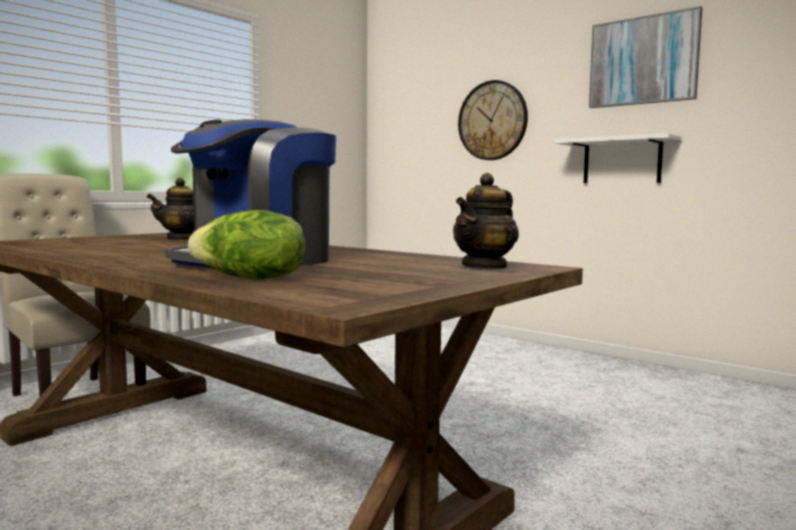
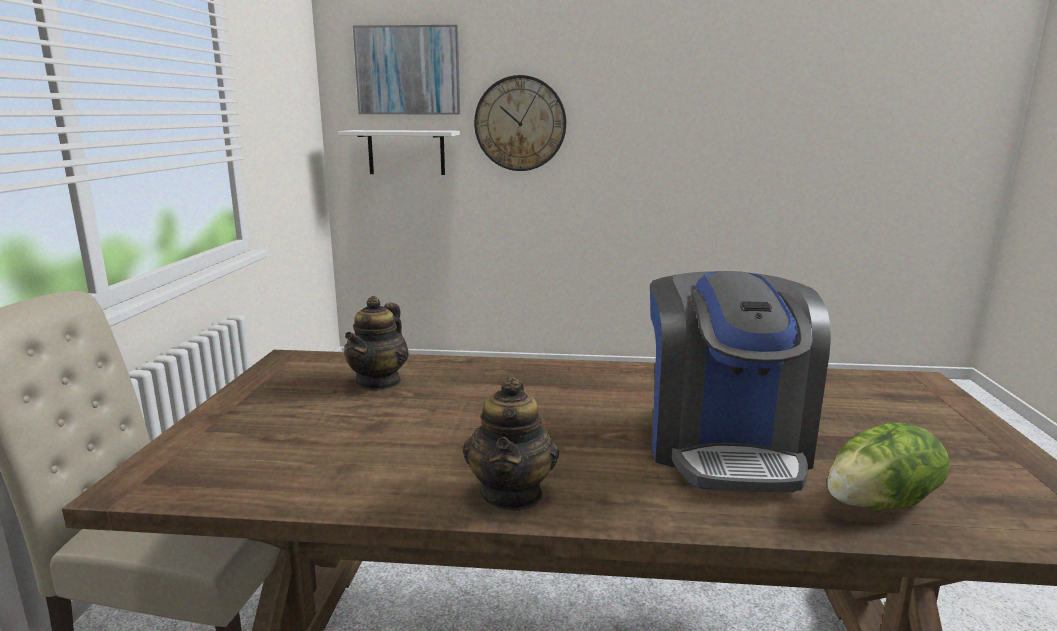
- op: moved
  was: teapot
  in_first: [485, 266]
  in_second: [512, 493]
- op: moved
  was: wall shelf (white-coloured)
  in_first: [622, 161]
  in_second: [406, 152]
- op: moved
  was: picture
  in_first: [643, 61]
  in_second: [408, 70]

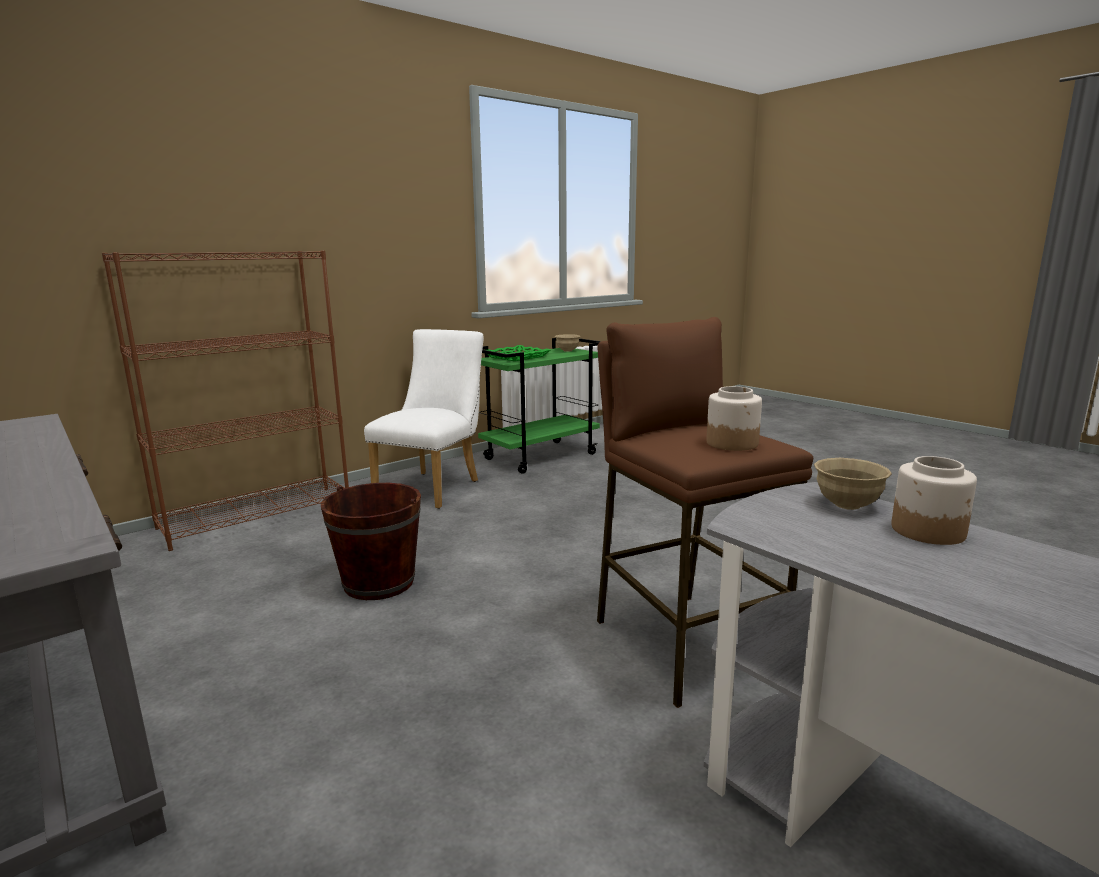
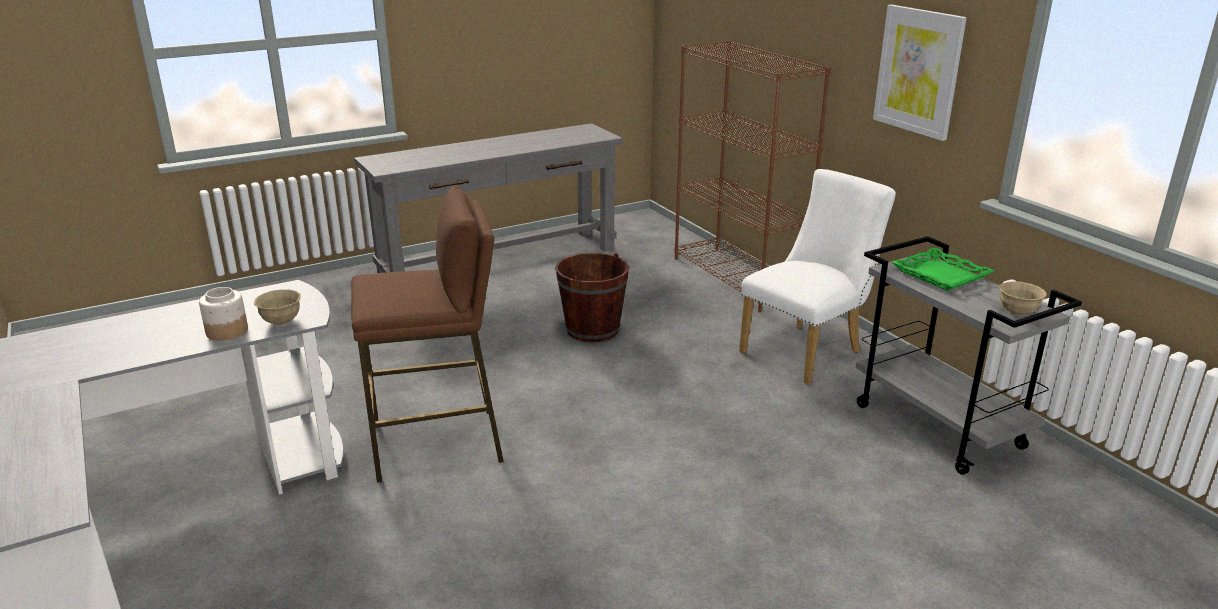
- op: turned
  was: chair (white-coloured)
  in_first: [434, 487]
  in_second: [807, 351]
  clockwise: -75
- op: recoloured
  was: wheeled cart (green-coloured)
  now: wheeled cart (grey)
  in_first: [541, 456]
  in_second: [940, 427]
- op: removed
  was: preserve jar
  in_first: [732, 443]
- op: added
  now: picture
  in_second: [918, 71]

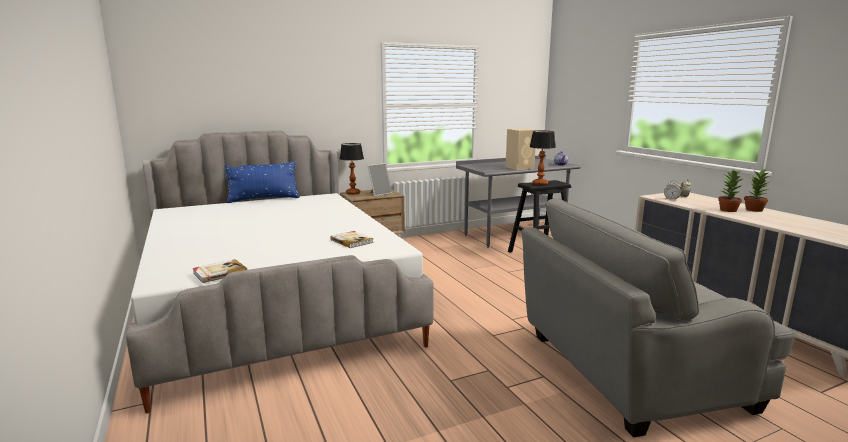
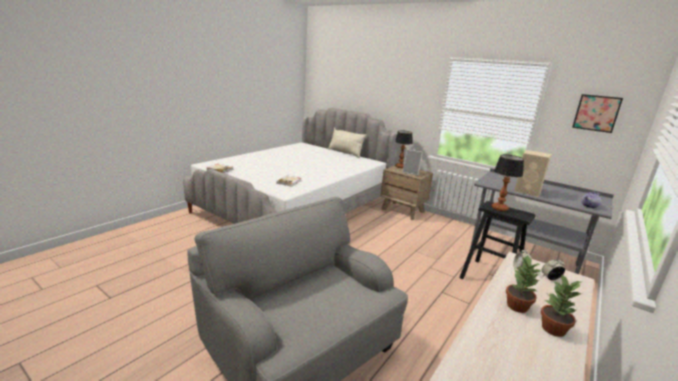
- op: recoloured
  was: cushion (blue)
  now: cushion (sand-coloured)
  in_first: [264, 199]
  in_second: [345, 153]
- op: added
  now: picture
  in_second: [596, 113]

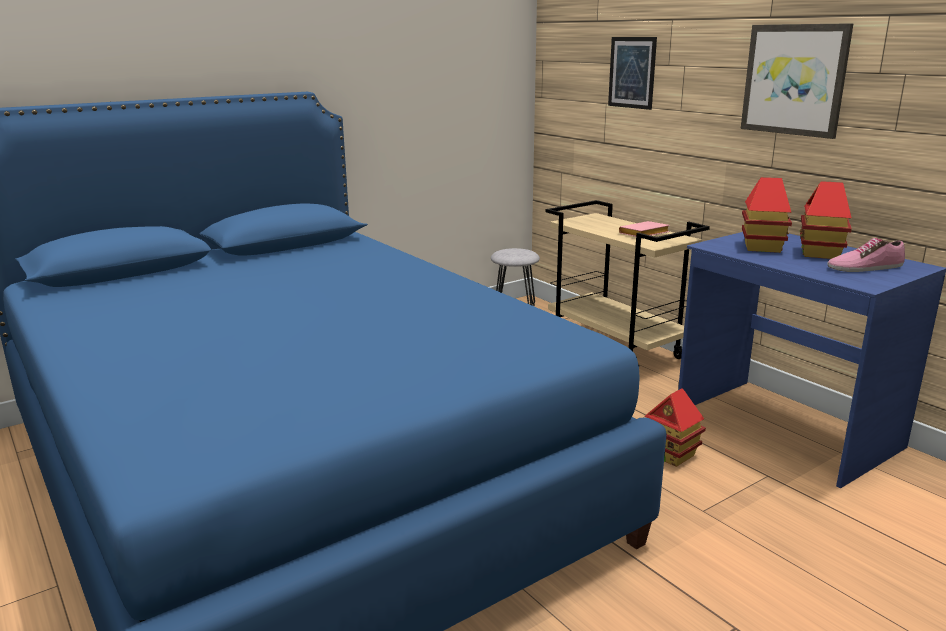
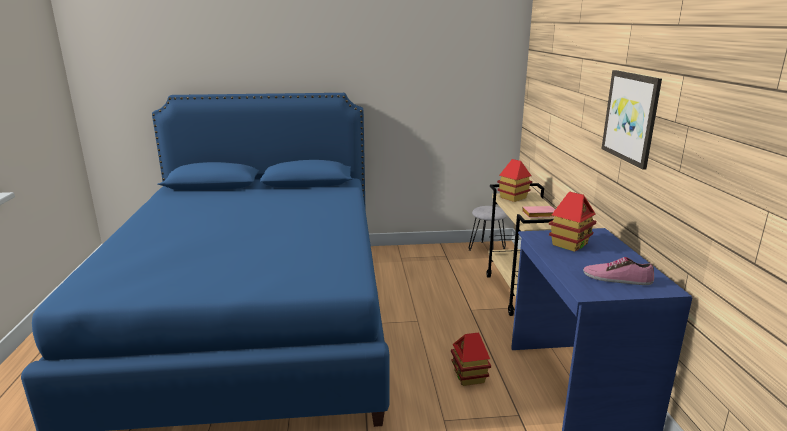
- op: removed
  was: picture
  in_first: [632, 72]
- op: moved
  was: toy house
  in_first: [820, 253]
  in_second: [513, 197]

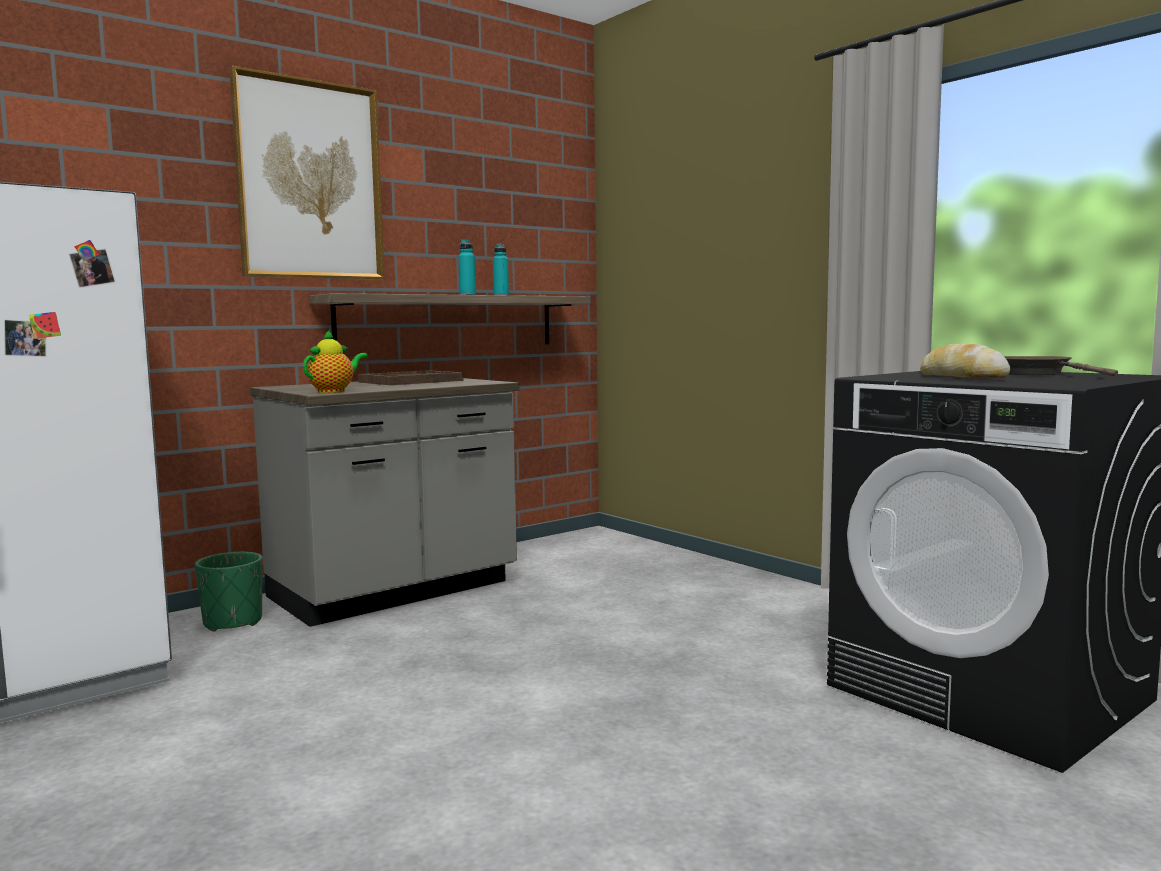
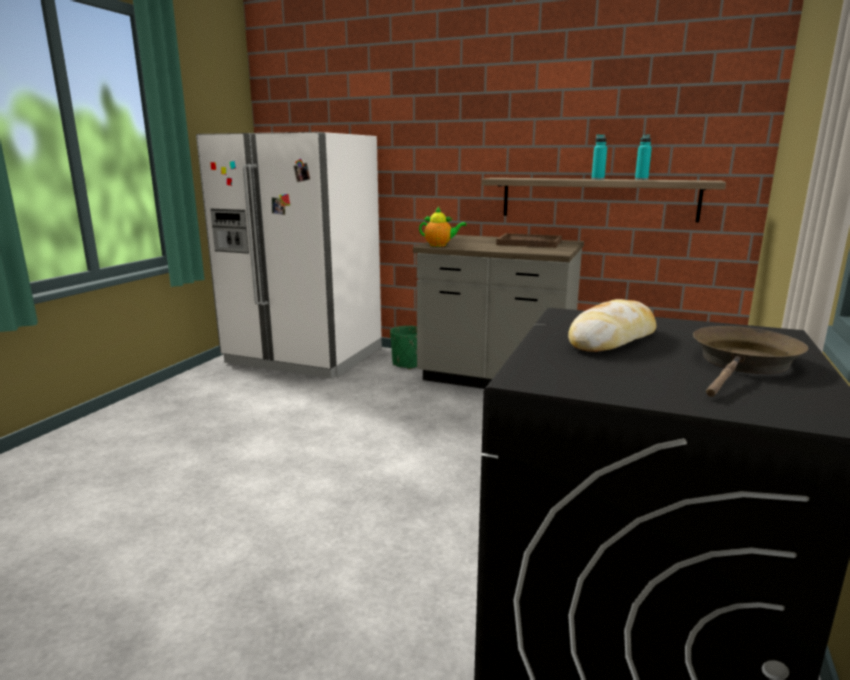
- op: removed
  was: picture
  in_first: [310, 180]

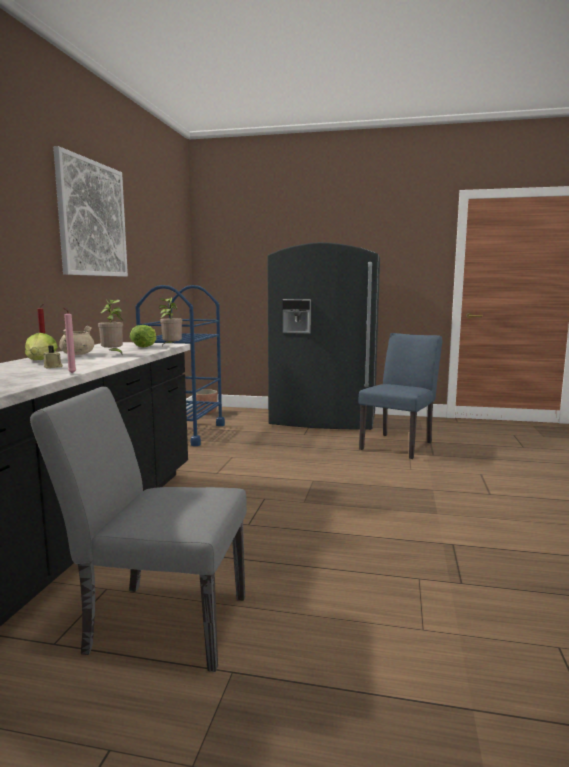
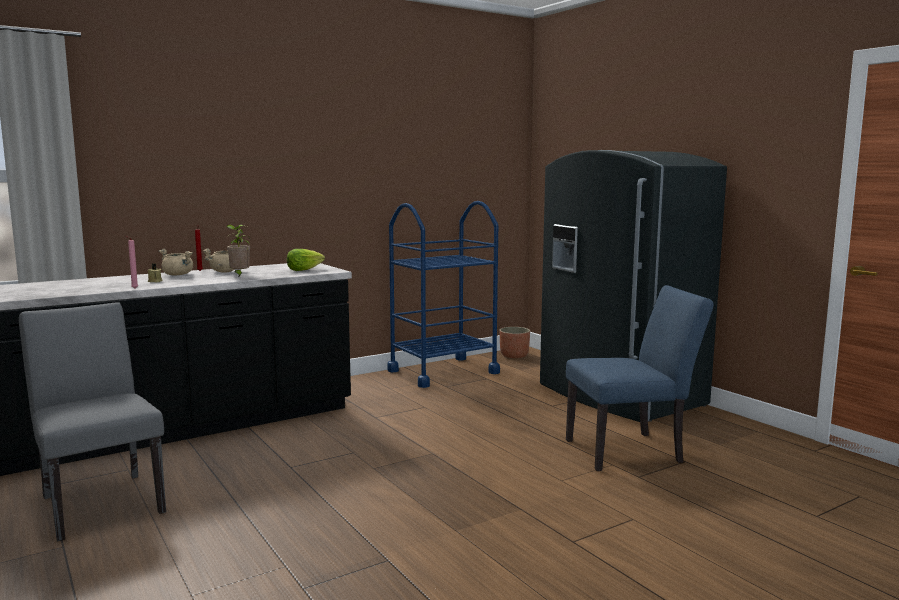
- op: replaced
  was: lettuce
  now: cooking pot (sand-coloured)
  in_first: [41, 361]
  in_second: [178, 275]
- op: removed
  was: picture
  in_first: [92, 219]
- op: removed
  was: houseplant
  in_first: [171, 347]

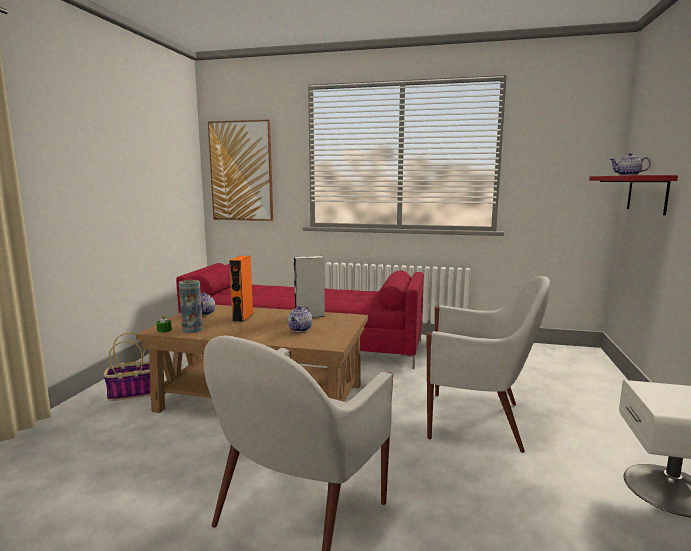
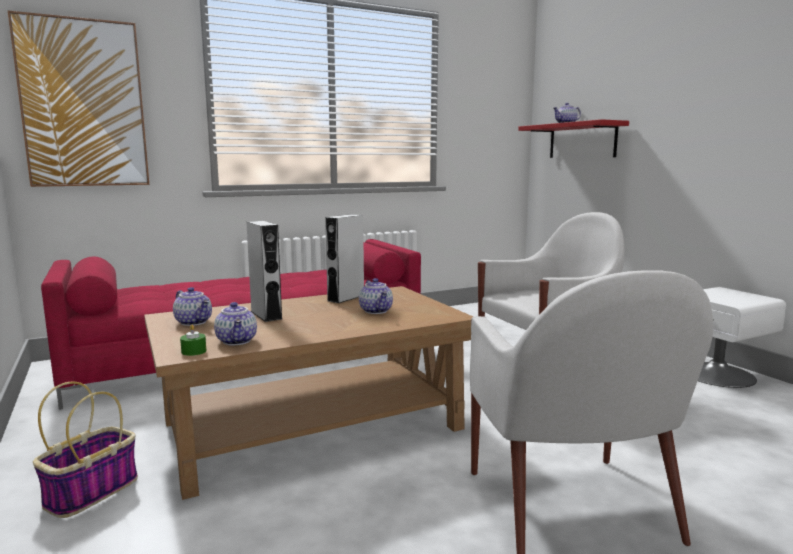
- op: replaced
  was: flower vase
  now: teapot
  in_first: [192, 329]
  in_second: [237, 341]
- op: recoloured
  was: speaker (orange-coloured)
  now: speaker (grey)
  in_first: [242, 317]
  in_second: [266, 315]

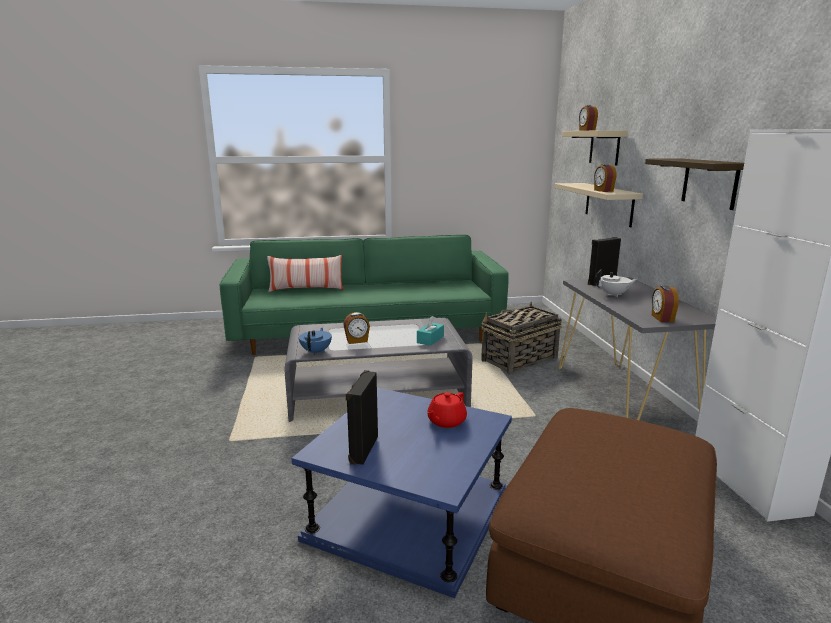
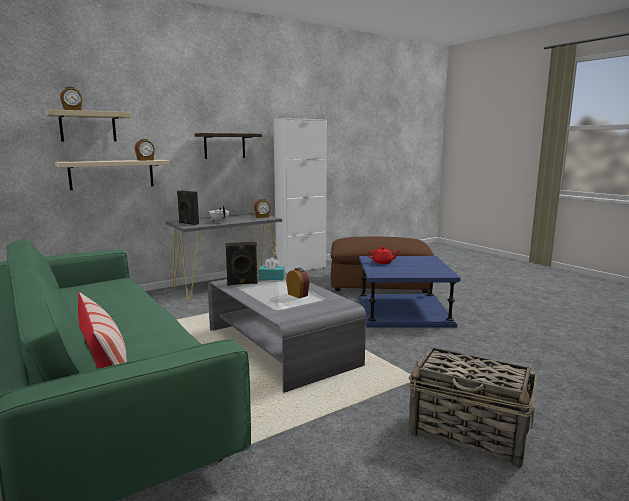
- op: removed
  was: teapot (blue)
  in_first: [316, 352]
- op: moved
  was: speaker (black-coloured)
  in_first: [362, 449]
  in_second: [242, 283]
- op: moved
  was: household basket
  in_first: [518, 360]
  in_second: [469, 433]

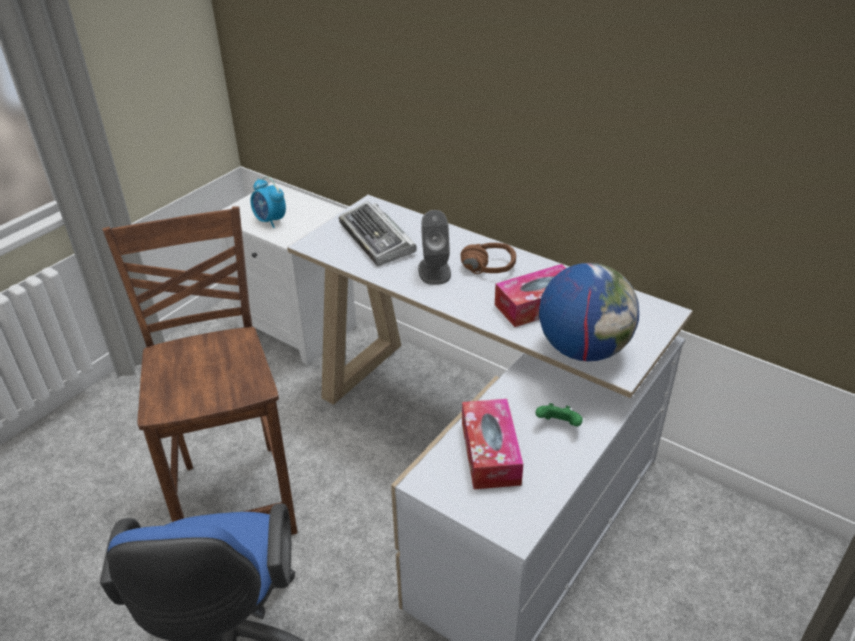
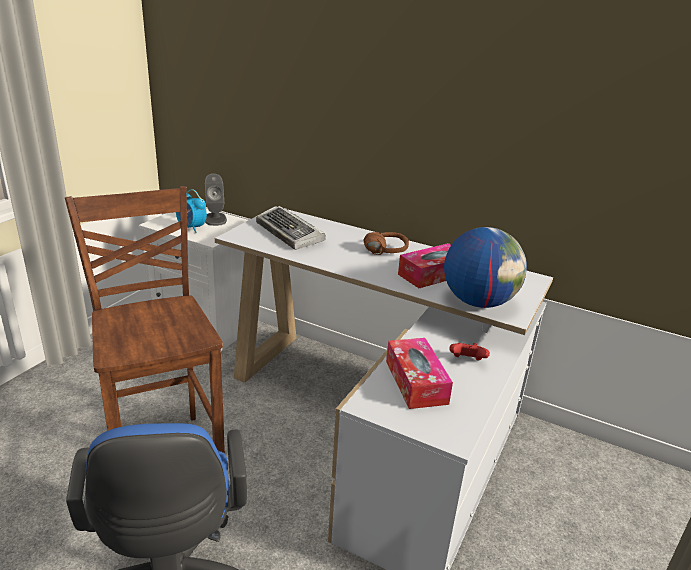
- op: moved
  was: speaker (grey)
  in_first: [434, 271]
  in_second: [215, 219]
- op: recoloured
  was: gamepad (green-coloured)
  now: gamepad (reddish)
  in_first: [558, 425]
  in_second: [467, 361]

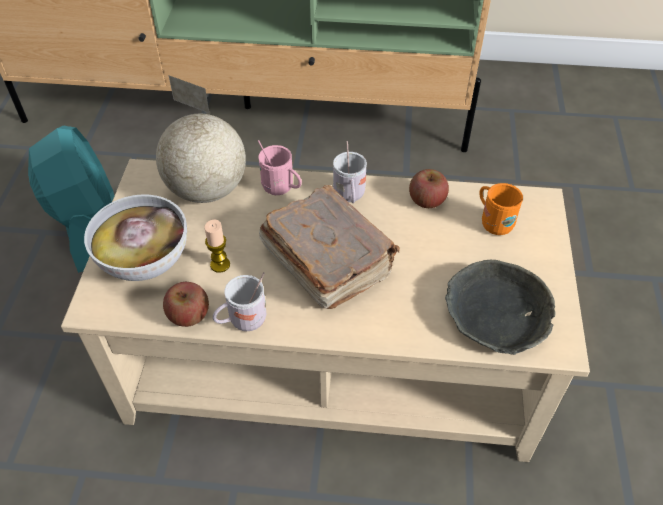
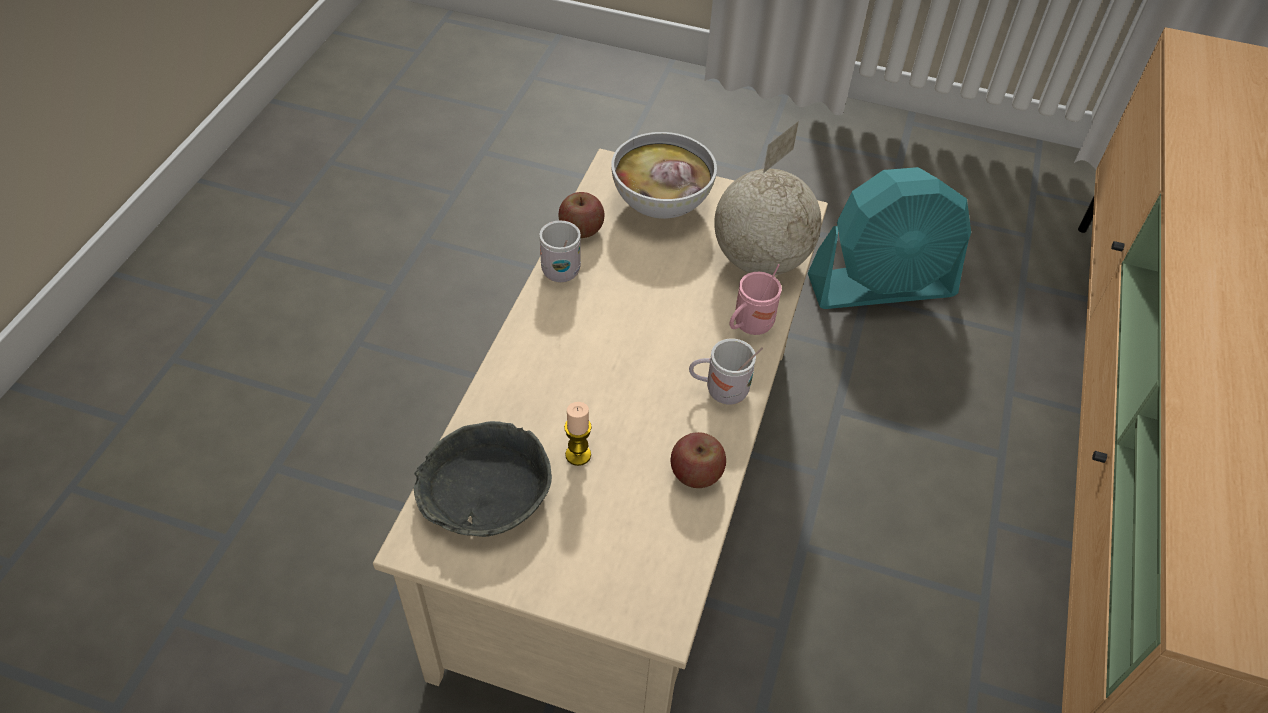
- op: moved
  was: wax candle
  in_first: [220, 264]
  in_second: [578, 455]
- op: removed
  was: bound book (brown)
  in_first: [327, 259]
- op: removed
  was: coffee mug (orange-coloured)
  in_first: [493, 222]

